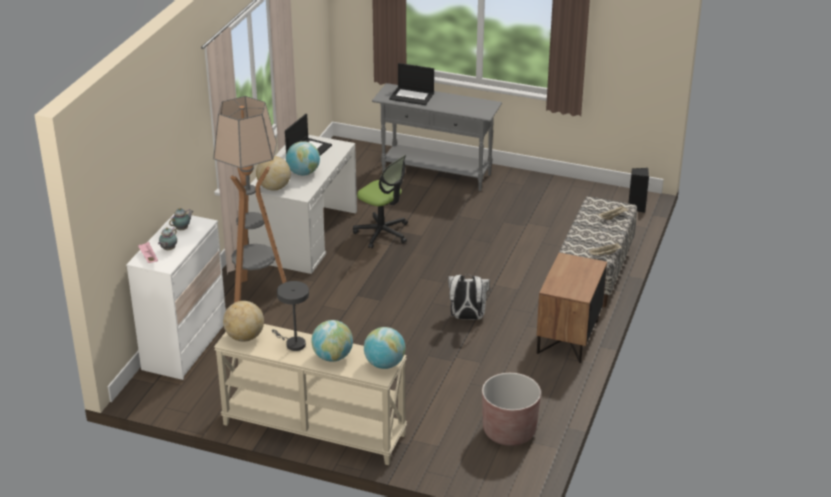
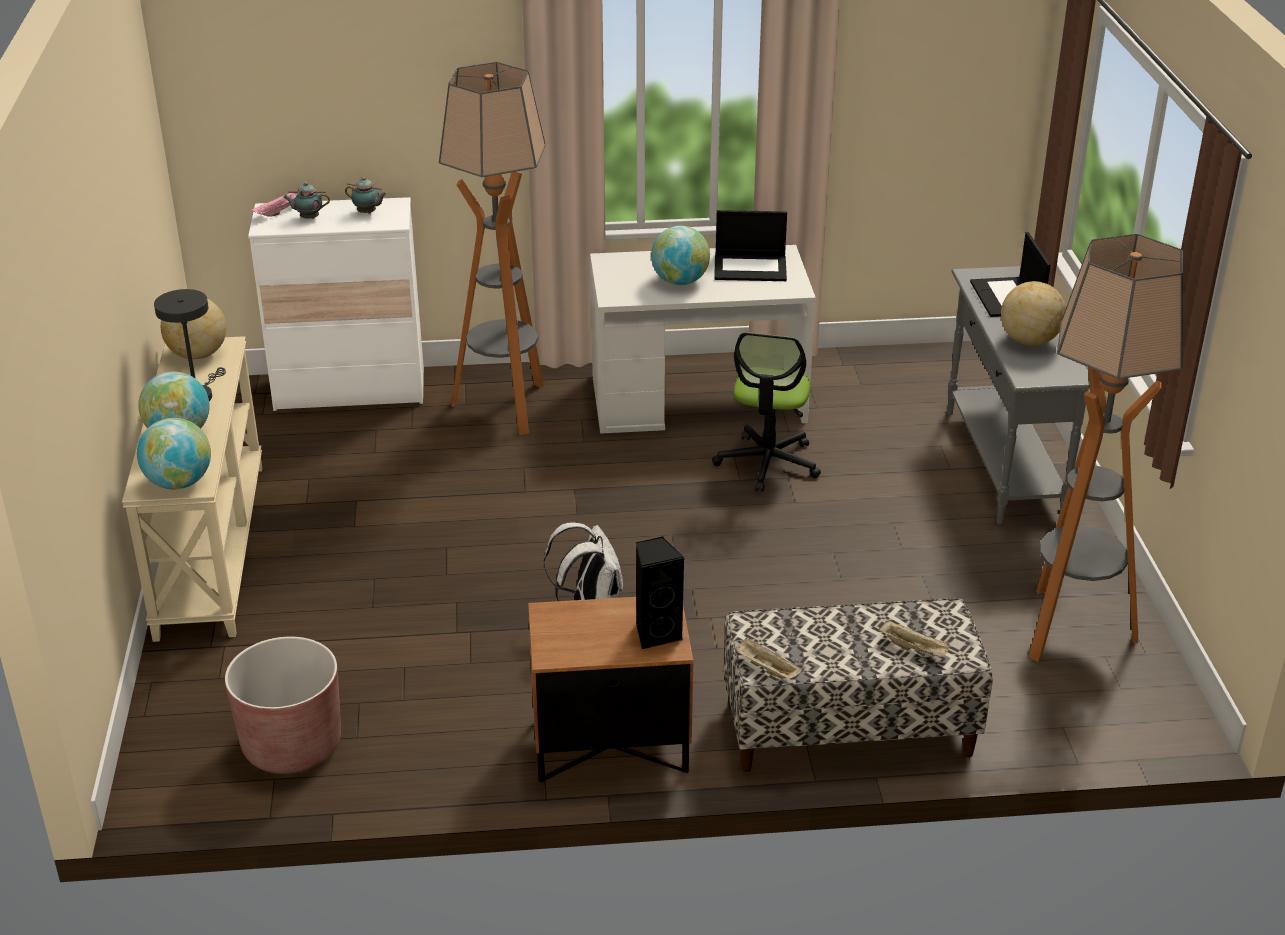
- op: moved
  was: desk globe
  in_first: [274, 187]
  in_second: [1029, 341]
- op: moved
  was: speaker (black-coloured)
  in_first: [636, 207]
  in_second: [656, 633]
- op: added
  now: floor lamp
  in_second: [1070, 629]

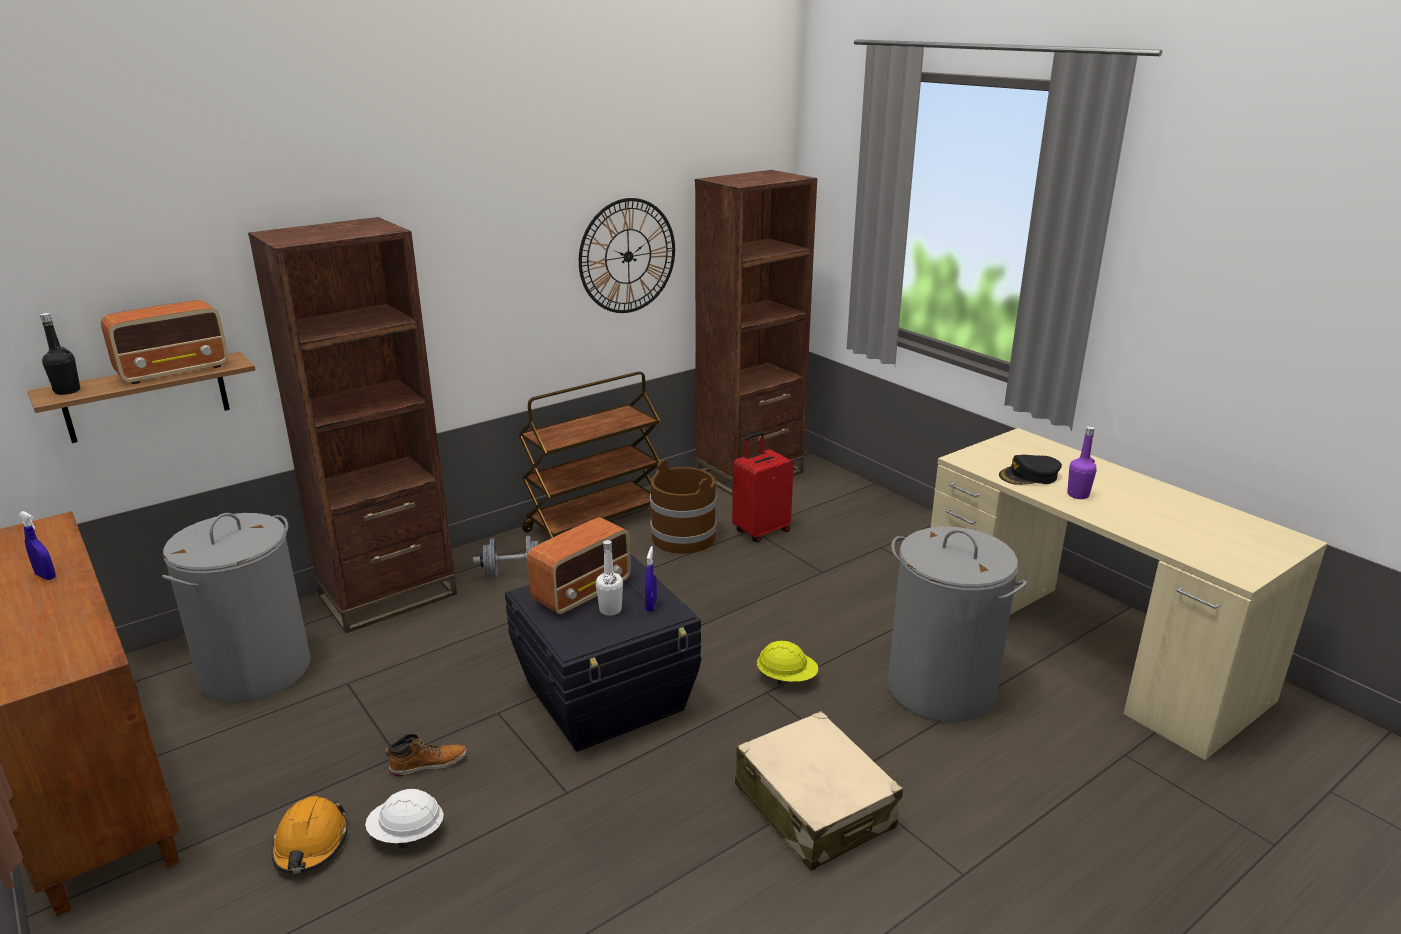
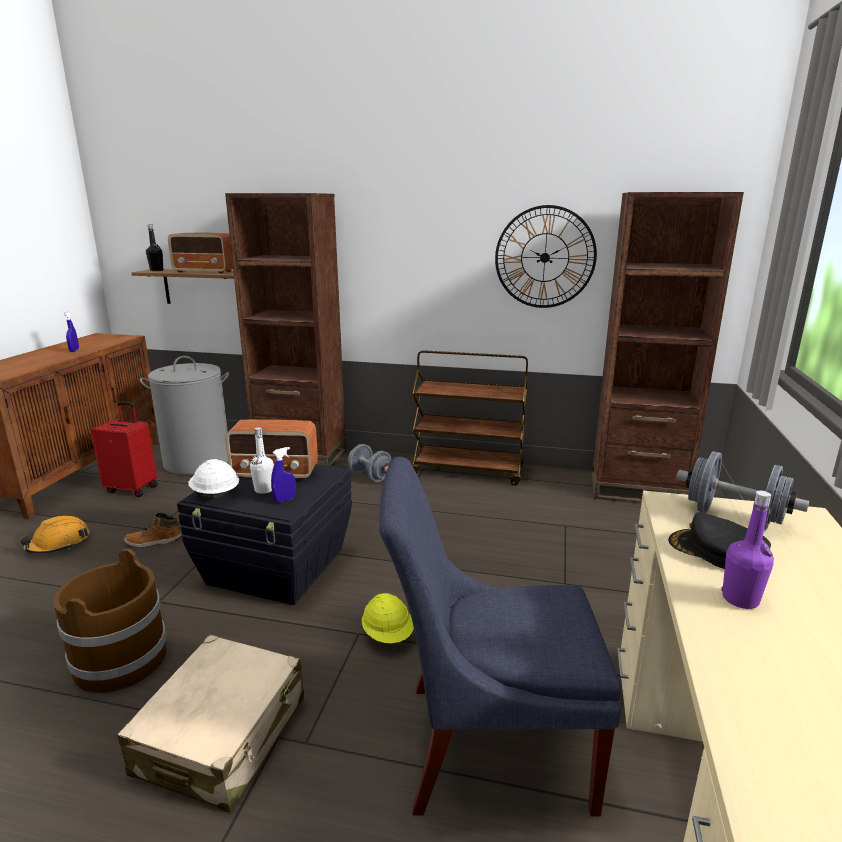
- op: moved
  was: safety helmet (white-coloured)
  in_first: [407, 834]
  in_second: [215, 495]
- op: turned
  was: tall boot
  in_first: [428, 763]
  in_second: [154, 541]
  clockwise: 135
- op: moved
  was: water bucket (brown)
  in_first: [682, 537]
  in_second: [120, 659]
- op: moved
  was: piece of luggage (reddish)
  in_first: [761, 531]
  in_second: [133, 488]
- op: replaced
  was: hamper (grey)
  now: chair (blue)
  in_first: [940, 689]
  in_second: [487, 743]
- op: added
  now: free weight (grey)
  in_second: [733, 517]

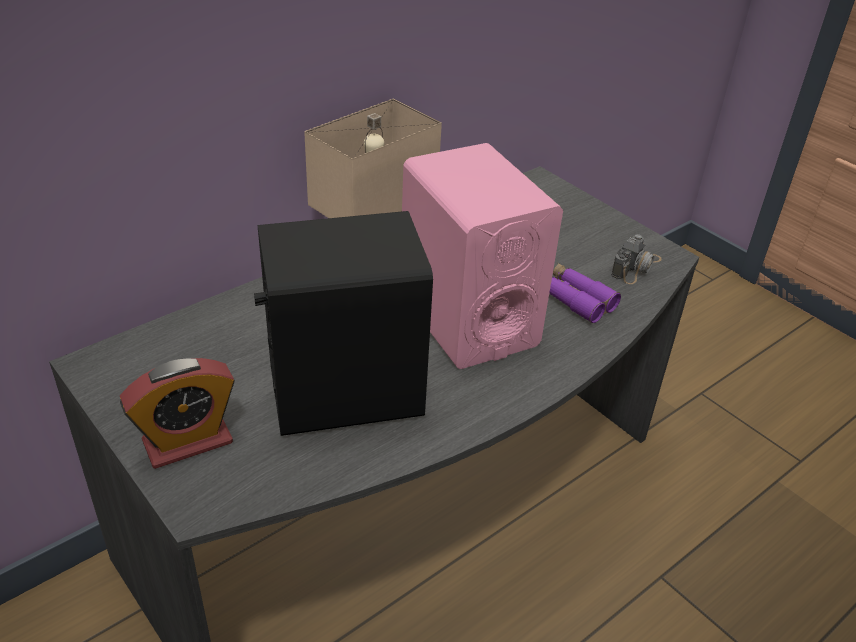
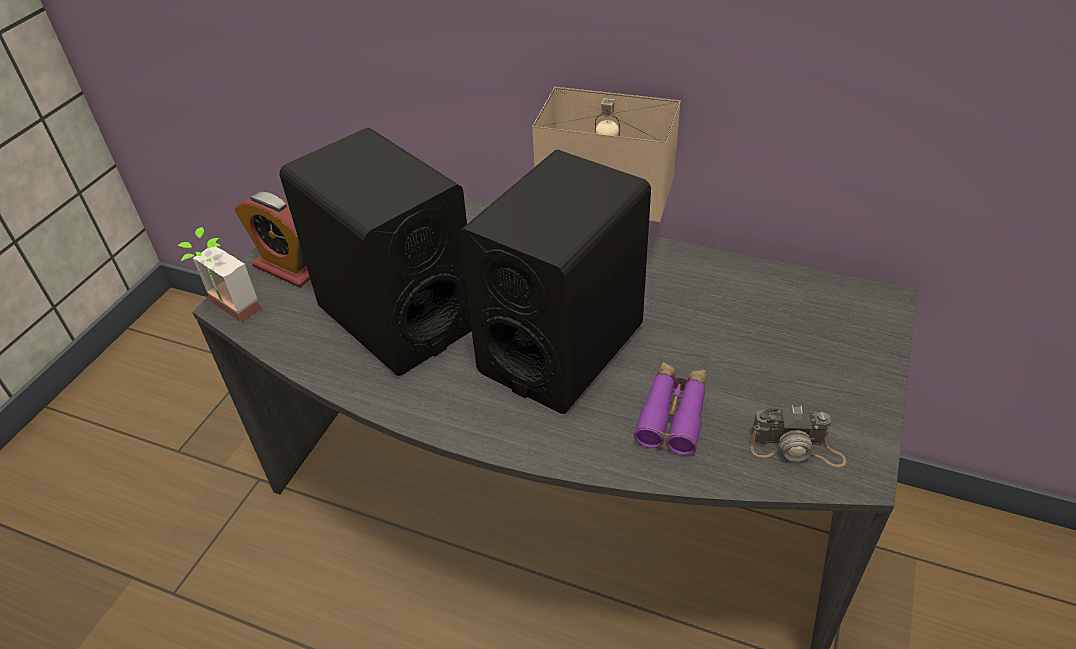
- op: recoloured
  was: speaker (pink)
  now: speaker (black-coloured)
  in_first: [467, 319]
  in_second: [561, 348]
- op: added
  now: houseplant
  in_second: [227, 311]

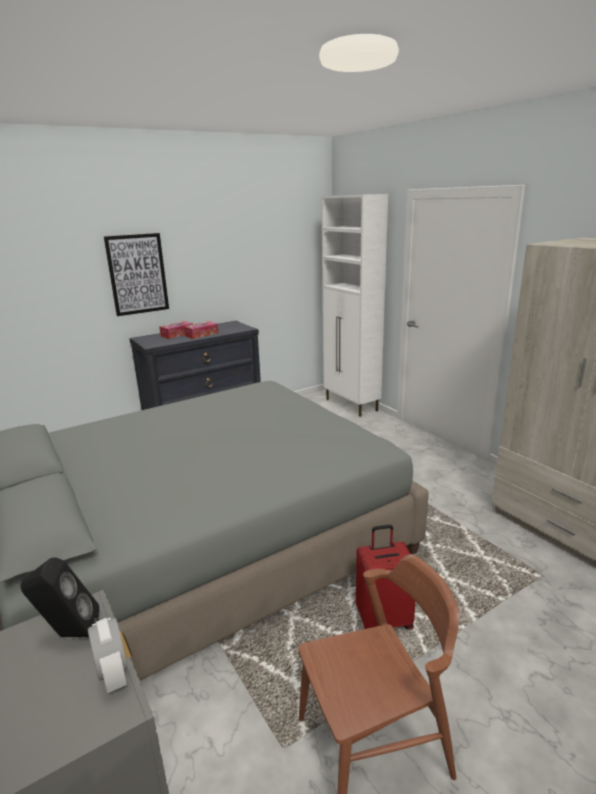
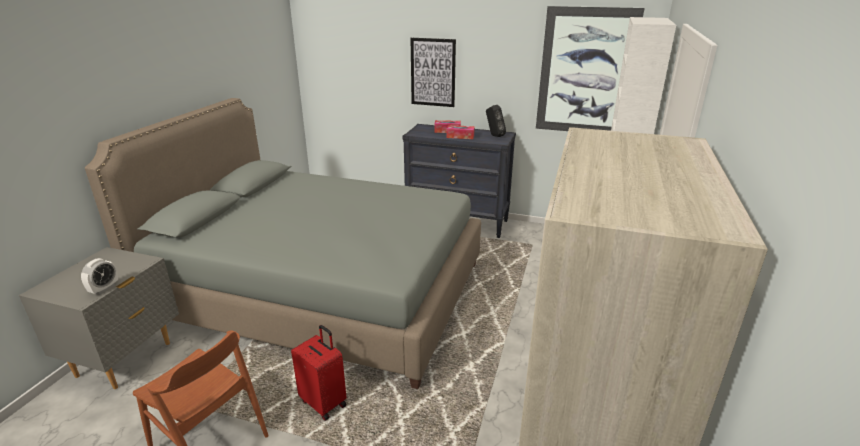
- op: moved
  was: speaker (black-coloured)
  in_first: [69, 634]
  in_second: [494, 135]
- op: added
  now: picture
  in_second: [585, 72]

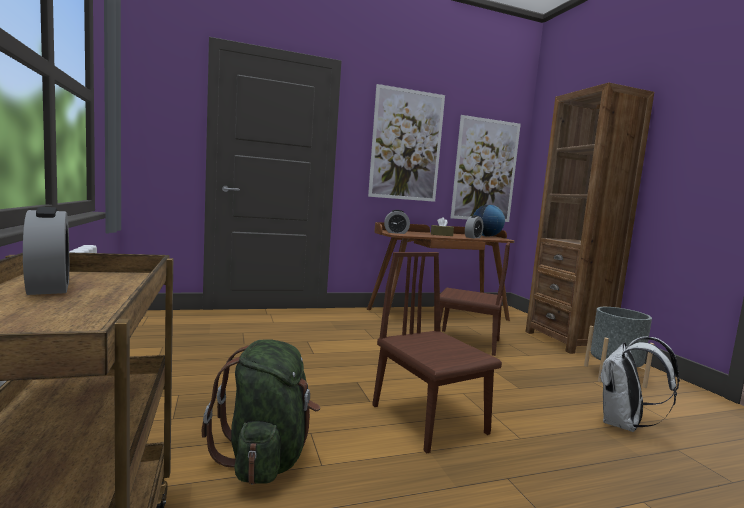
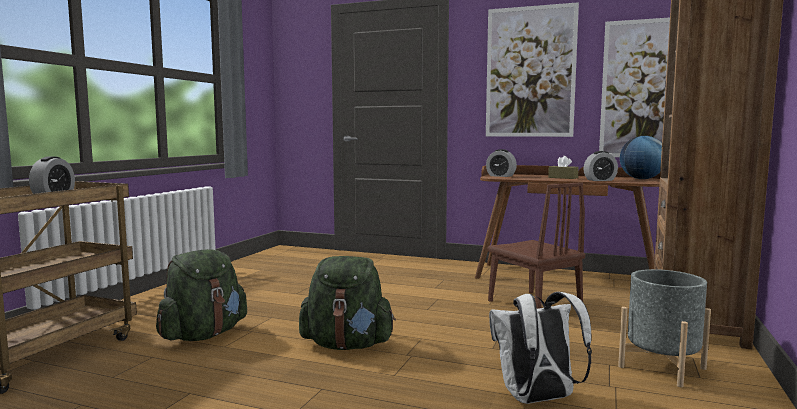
- op: replaced
  was: chair (brown)
  now: rucksack (green-coloured)
  in_first: [428, 419]
  in_second: [347, 345]

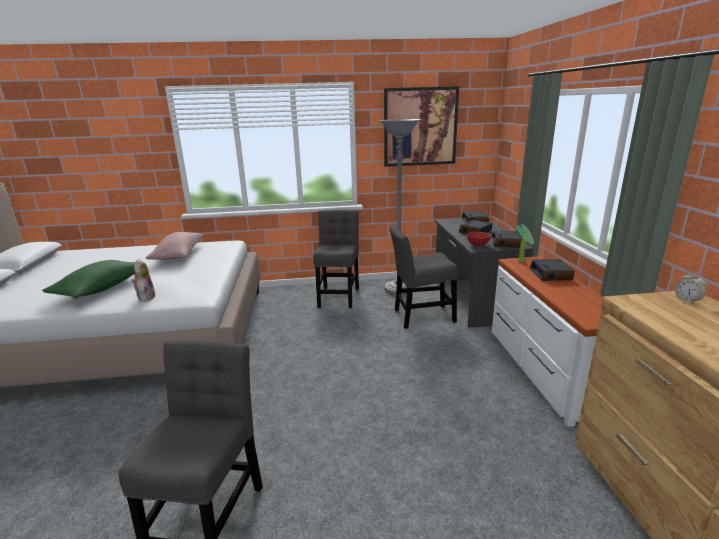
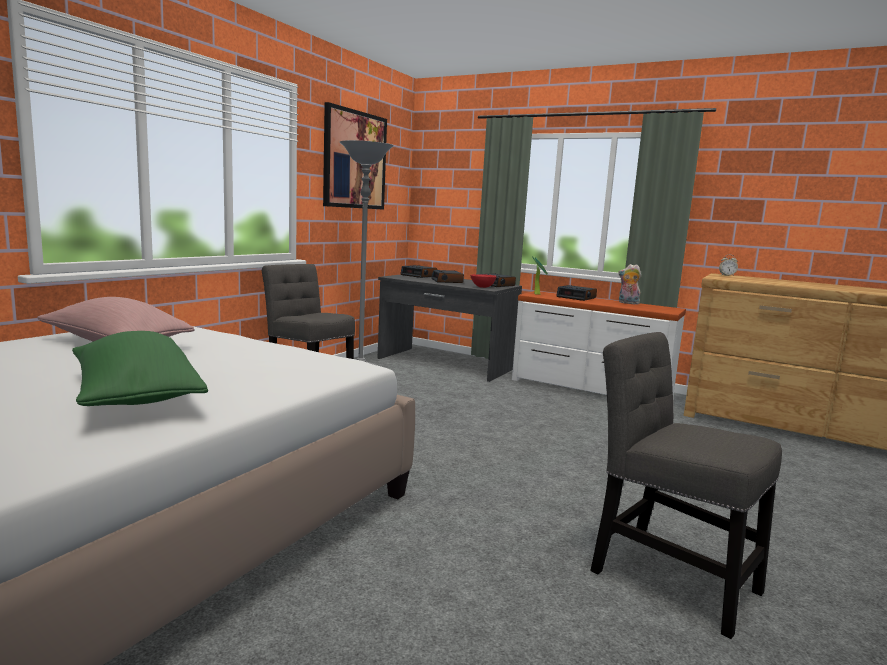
- op: moved
  was: soft toy
  in_first: [145, 297]
  in_second: [627, 303]
- op: removed
  was: chair (grey)
  in_first: [421, 316]

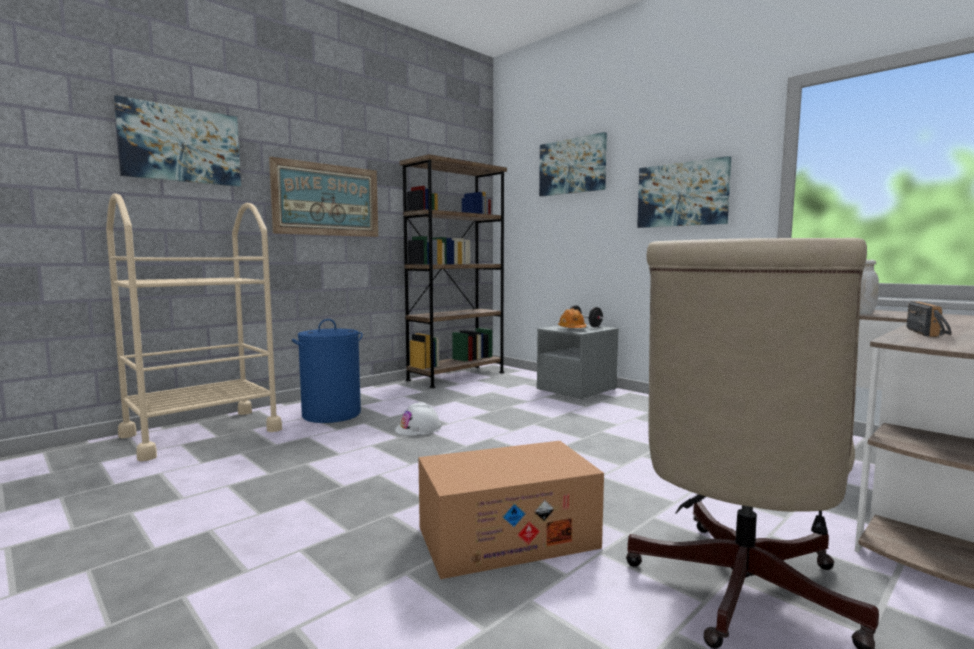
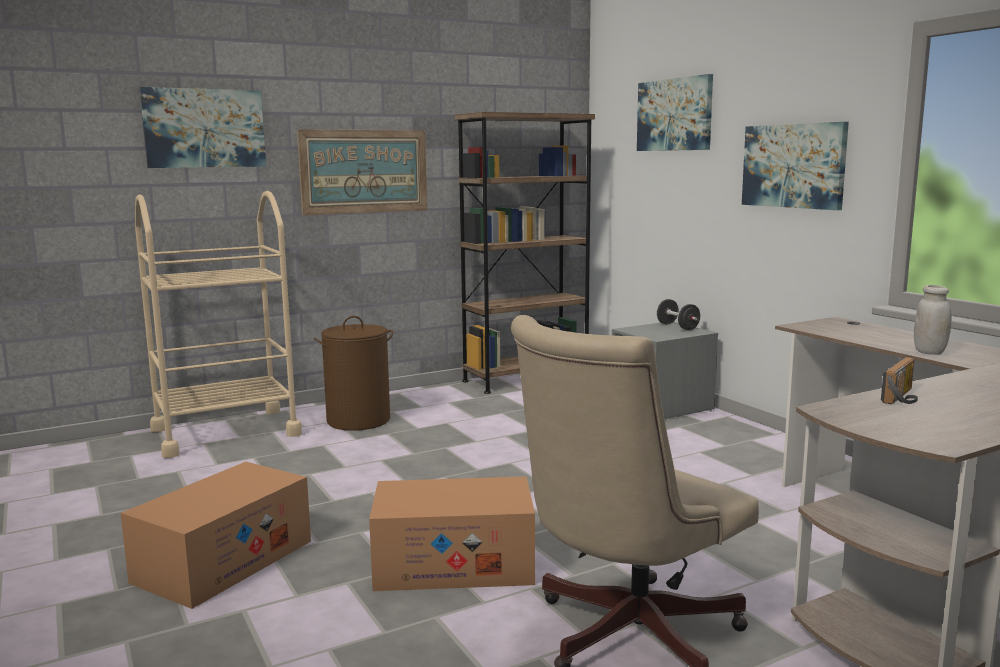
- op: recoloured
  was: hamper (blue)
  now: hamper (brown)
  in_first: [332, 414]
  in_second: [359, 420]
- op: removed
  was: safety helmet (white-coloured)
  in_first: [418, 428]
- op: removed
  was: safety helmet (orange-coloured)
  in_first: [572, 329]
- op: added
  now: carton
  in_second: [224, 561]

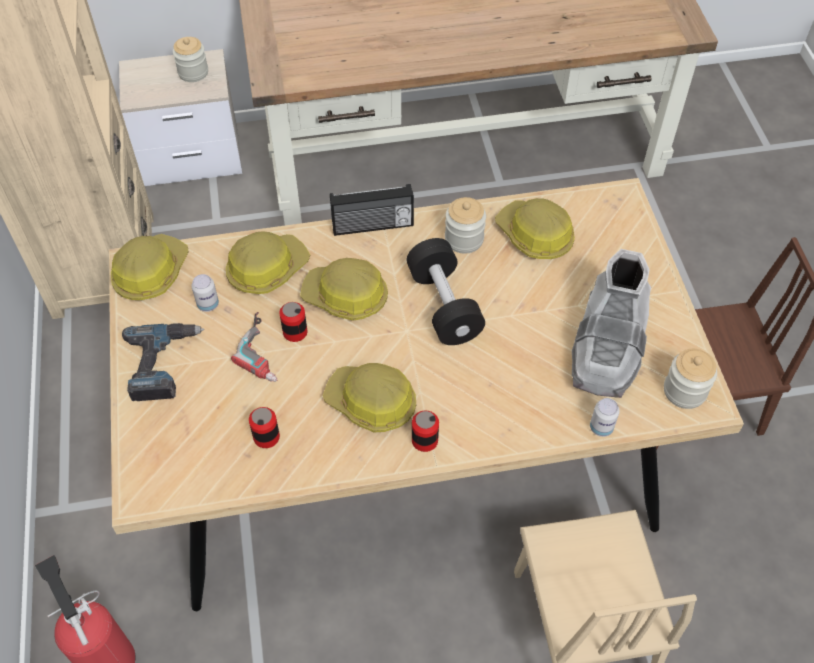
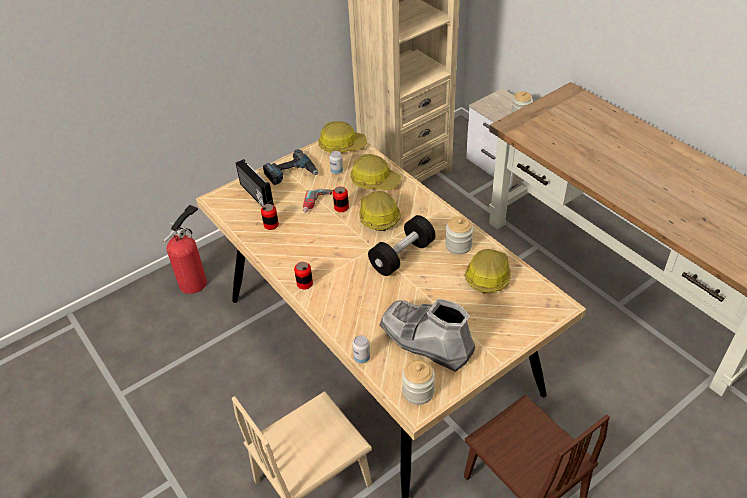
- op: removed
  was: safety helmet
  in_first: [371, 403]
- op: moved
  was: radio
  in_first: [373, 226]
  in_second: [255, 195]
- op: turned
  was: tall boot (grey)
  in_first: [607, 346]
  in_second: [426, 340]
  clockwise: 45

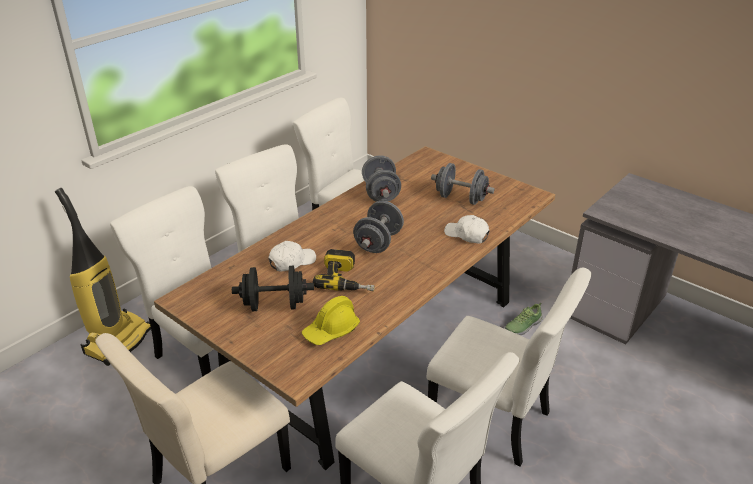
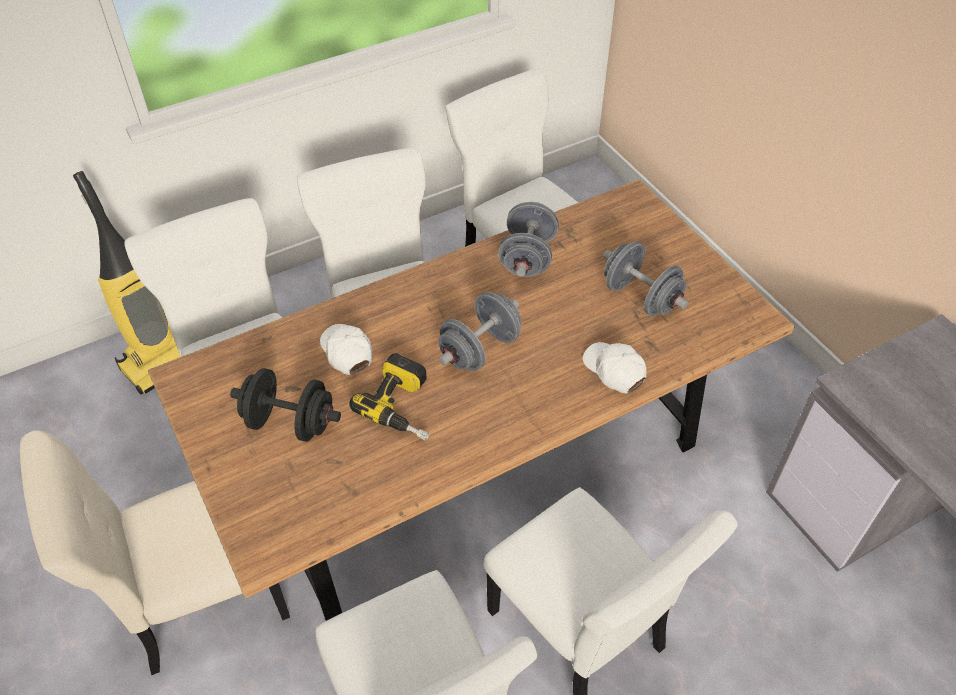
- op: turned
  was: peaked cap (white-coloured)
  in_first: [292, 261]
  in_second: [347, 352]
  clockwise: -105
- op: removed
  was: safety helmet (yellow)
  in_first: [331, 331]
- op: removed
  was: low shoe
  in_first: [522, 326]

